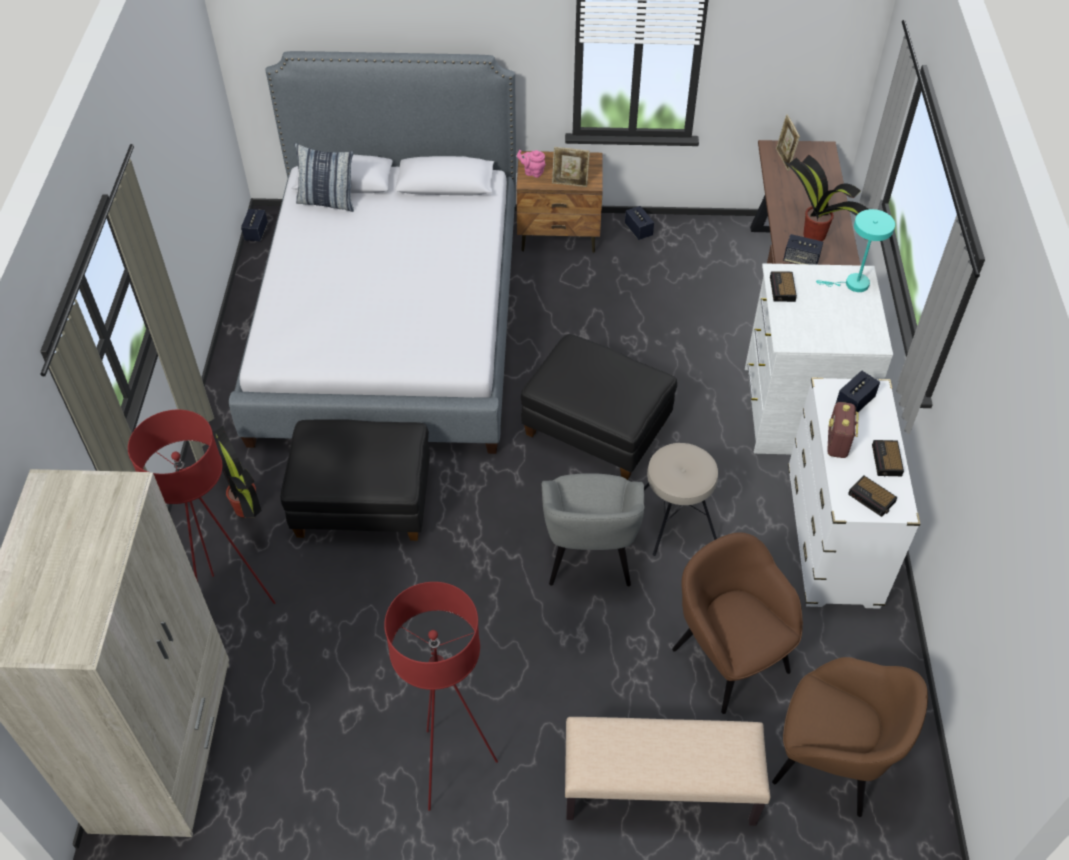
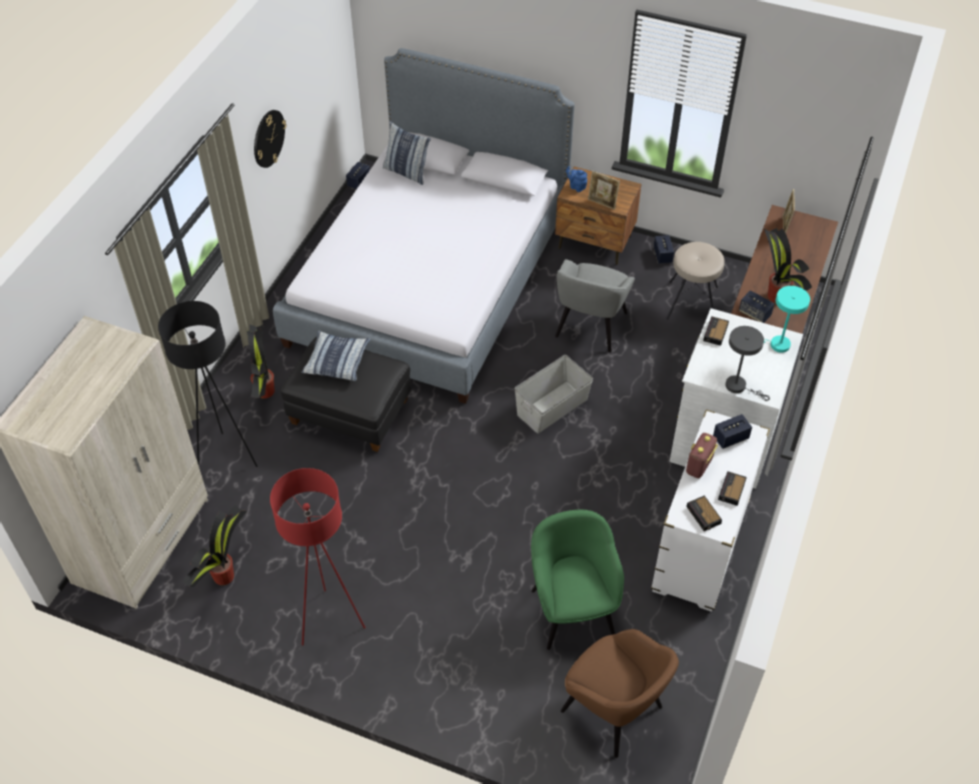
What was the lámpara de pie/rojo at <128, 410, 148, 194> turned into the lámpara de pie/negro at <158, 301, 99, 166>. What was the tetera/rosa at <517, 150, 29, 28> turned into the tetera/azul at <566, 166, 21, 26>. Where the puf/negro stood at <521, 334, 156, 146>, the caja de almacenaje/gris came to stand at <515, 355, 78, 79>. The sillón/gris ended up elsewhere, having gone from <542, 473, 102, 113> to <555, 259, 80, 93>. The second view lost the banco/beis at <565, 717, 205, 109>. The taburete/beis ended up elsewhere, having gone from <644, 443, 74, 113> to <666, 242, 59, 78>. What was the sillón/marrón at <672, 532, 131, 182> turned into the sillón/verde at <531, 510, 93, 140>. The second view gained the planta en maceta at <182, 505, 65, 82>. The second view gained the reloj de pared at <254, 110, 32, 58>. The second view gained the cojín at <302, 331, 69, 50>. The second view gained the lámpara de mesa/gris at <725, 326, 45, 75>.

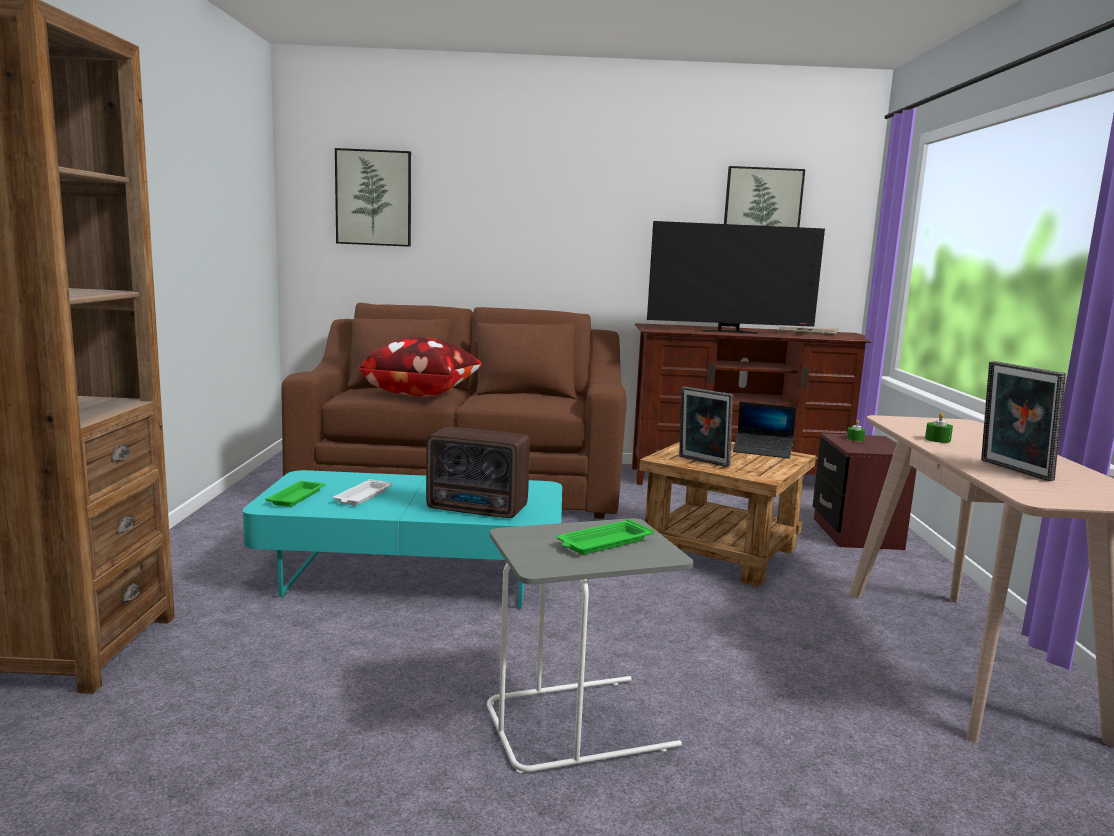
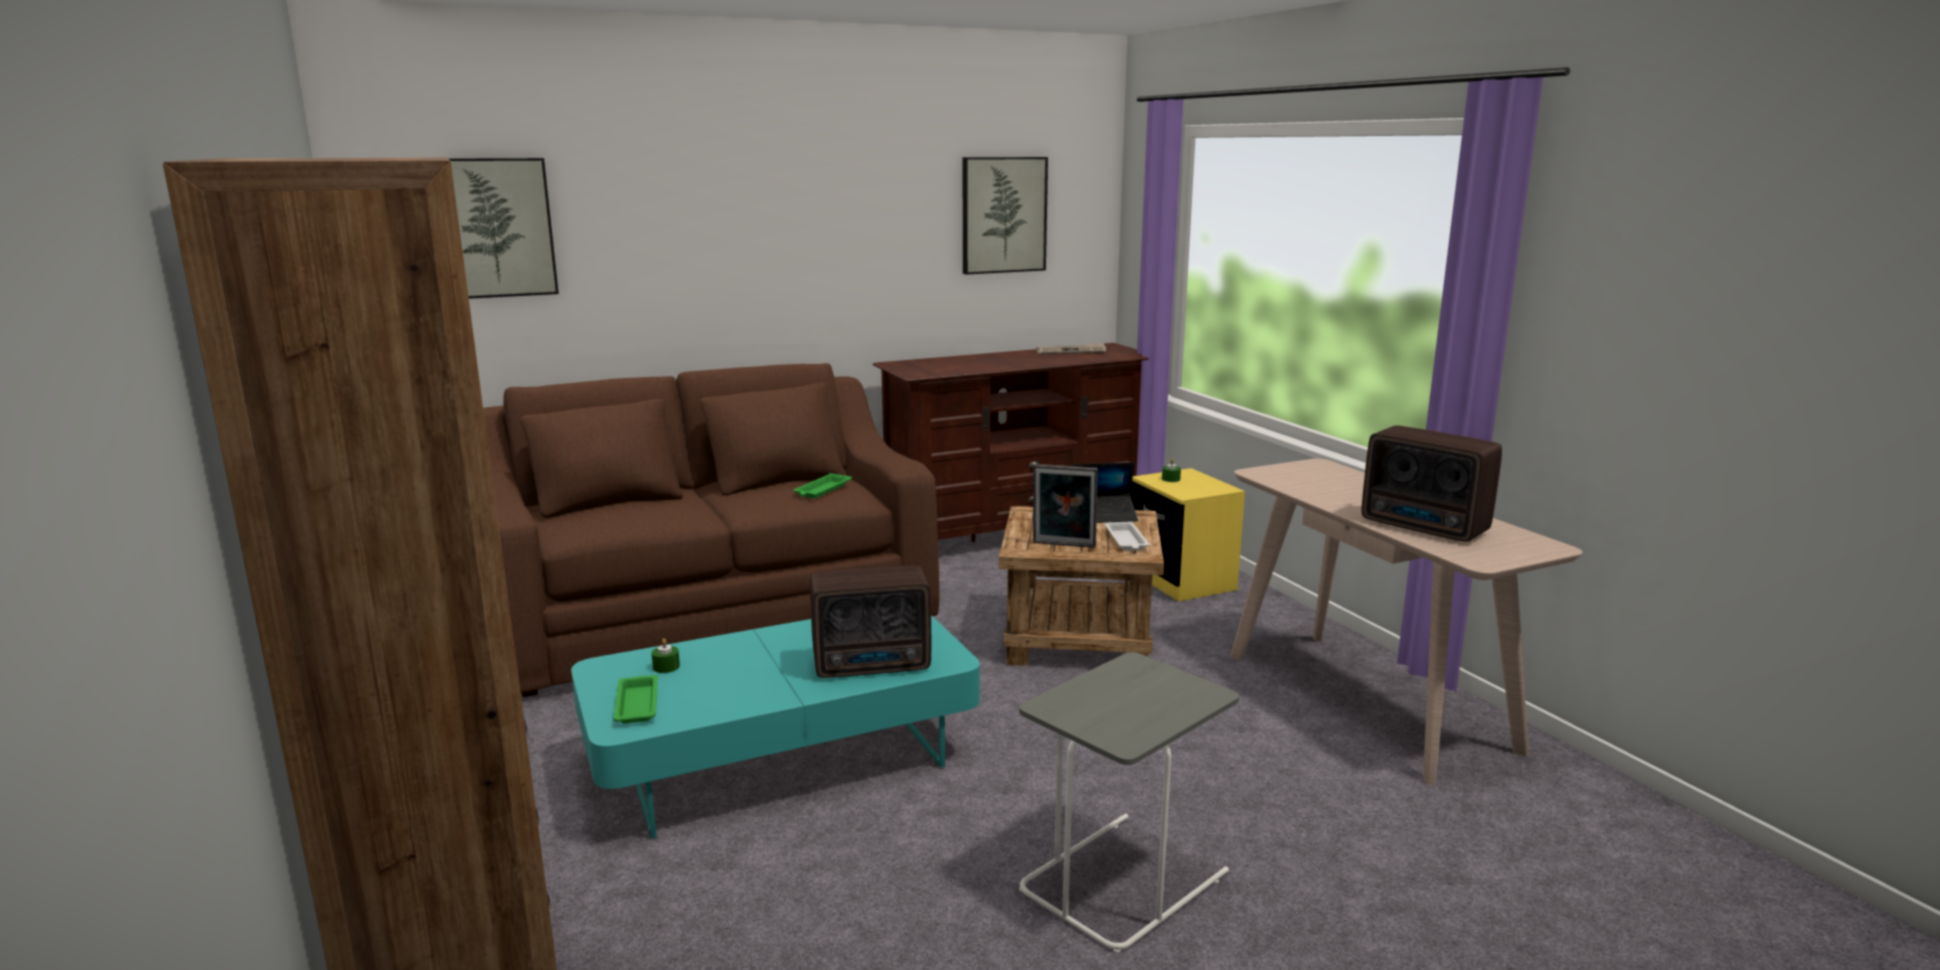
The bandeja/blanco ended up elsewhere, having gone from <333, 479, 59, 27> to <1105, 521, 45, 30>. The second view lost the cojín at <357, 337, 125, 60>. The bandeja/verde ended up elsewhere, having gone from <557, 519, 97, 36> to <793, 473, 59, 25>. The second view lost the televisor at <647, 221, 178, 113>. What was the mesita de noche/marrón at <813, 433, 104, 117> turned into the mesita de noche/amarillo at <1130, 468, 115, 133>. The vela/verde ended up elsewhere, having gone from <925, 412, 28, 31> to <651, 638, 29, 35>. Where the portarretratos stood at <981, 361, 85, 120>, the radio came to stand at <1362, 425, 140, 117>.

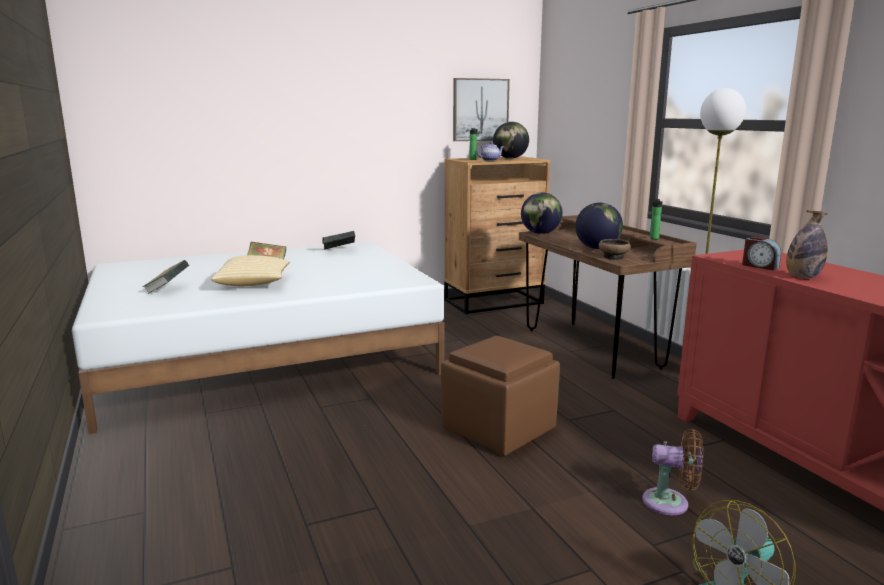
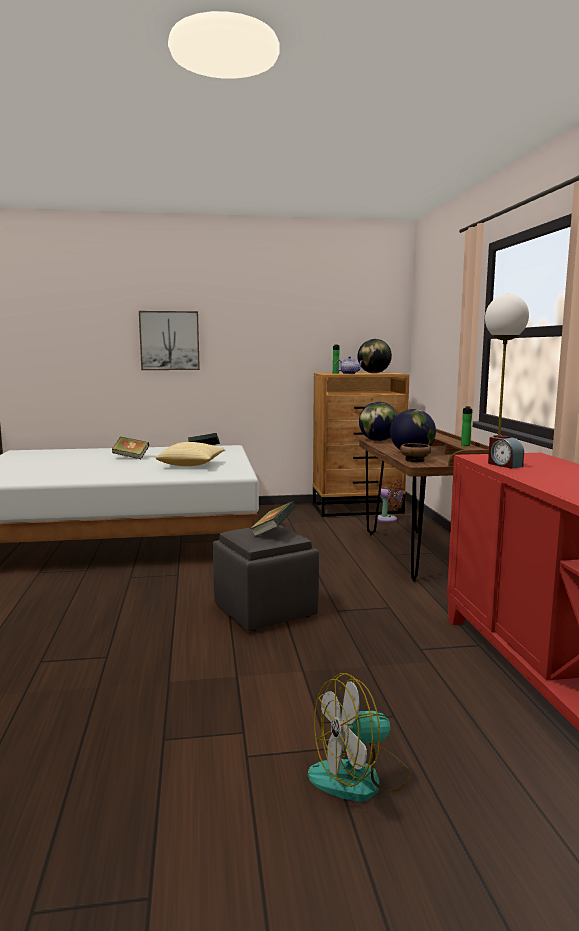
The libro ended up elsewhere, having gone from <142, 260, 47, 34> to <250, 502, 46, 35>. The cojín ended up elsewhere, having gone from <211, 255, 79, 31> to <156, 442, 69, 24>. What was the puf/marrón at <441, 336, 119, 120> turned into the puf/gris at <213, 525, 106, 106>. The cuadro ended up elsewhere, having gone from <453, 78, 57, 63> to <139, 311, 61, 59>. The ventilador/marrón ended up elsewhere, having gone from <642, 429, 61, 86> to <375, 481, 29, 41>. The second view lost the botella at <786, 210, 42, 68>.

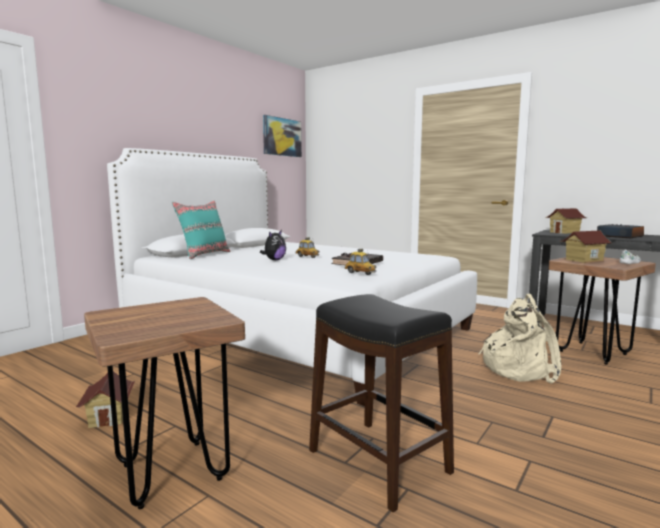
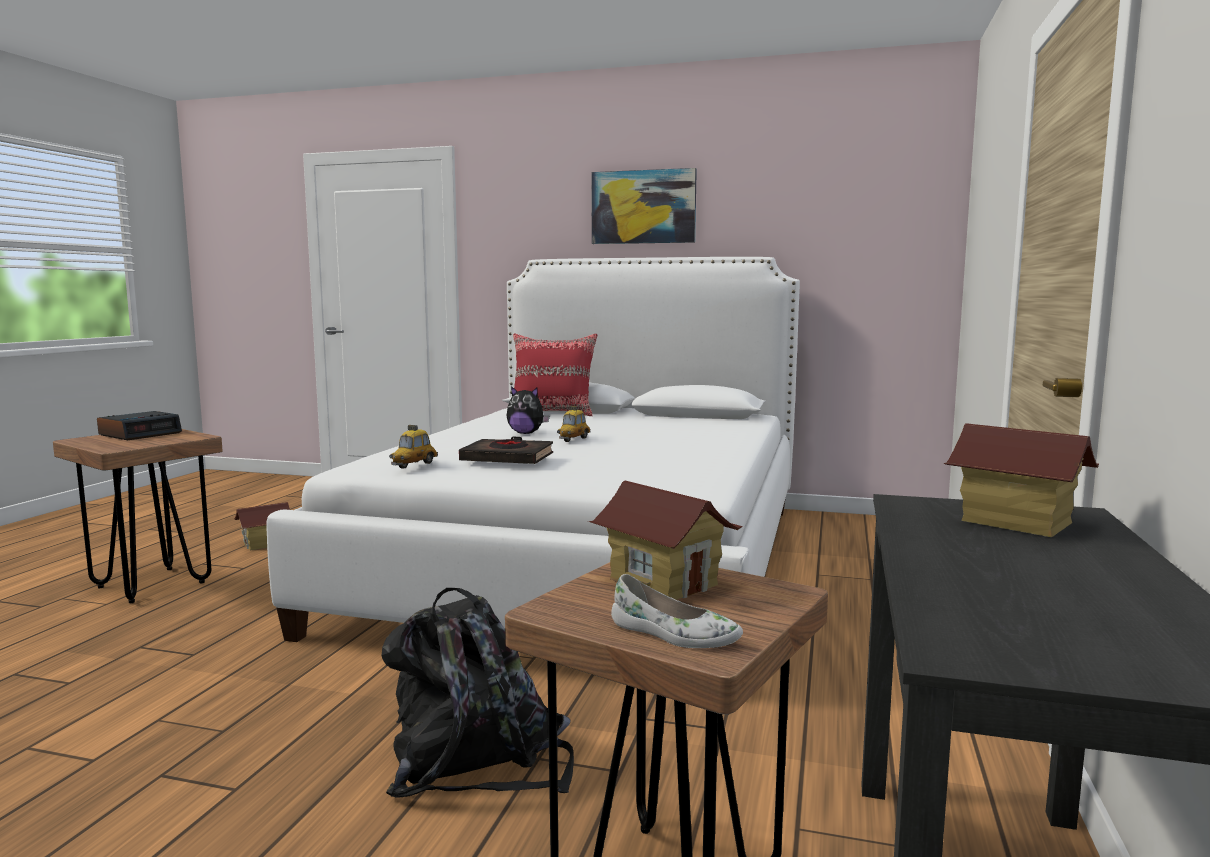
What was the cojín/turquesa at <172, 200, 59, 59> turned into the cojín/rojo at <513, 334, 84, 82>. The cuadro ended up elsewhere, having gone from <263, 115, 39, 42> to <592, 168, 105, 76>. The second view lost the taburete/negro at <309, 294, 145, 218>. What was the mochila/beis at <478, 294, 84, 90> turned into the mochila/negro at <382, 588, 192, 210>. The despertador ended up elsewhere, having gone from <597, 224, 47, 14> to <97, 411, 85, 29>.

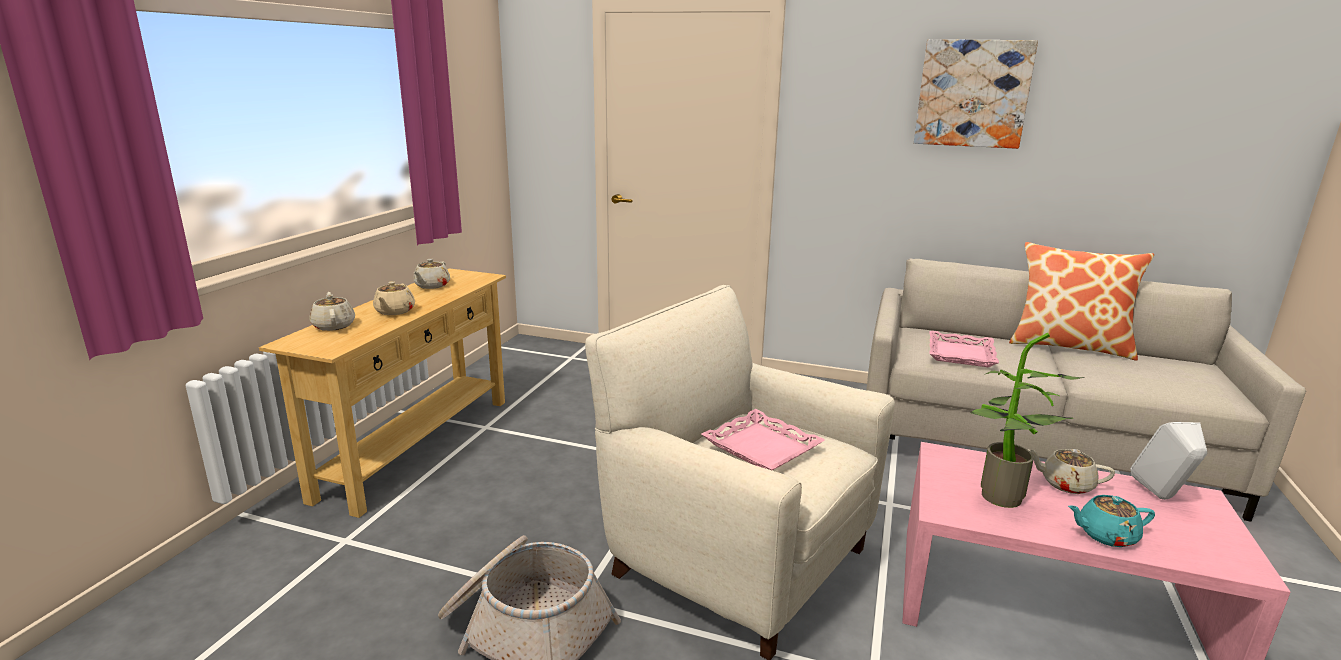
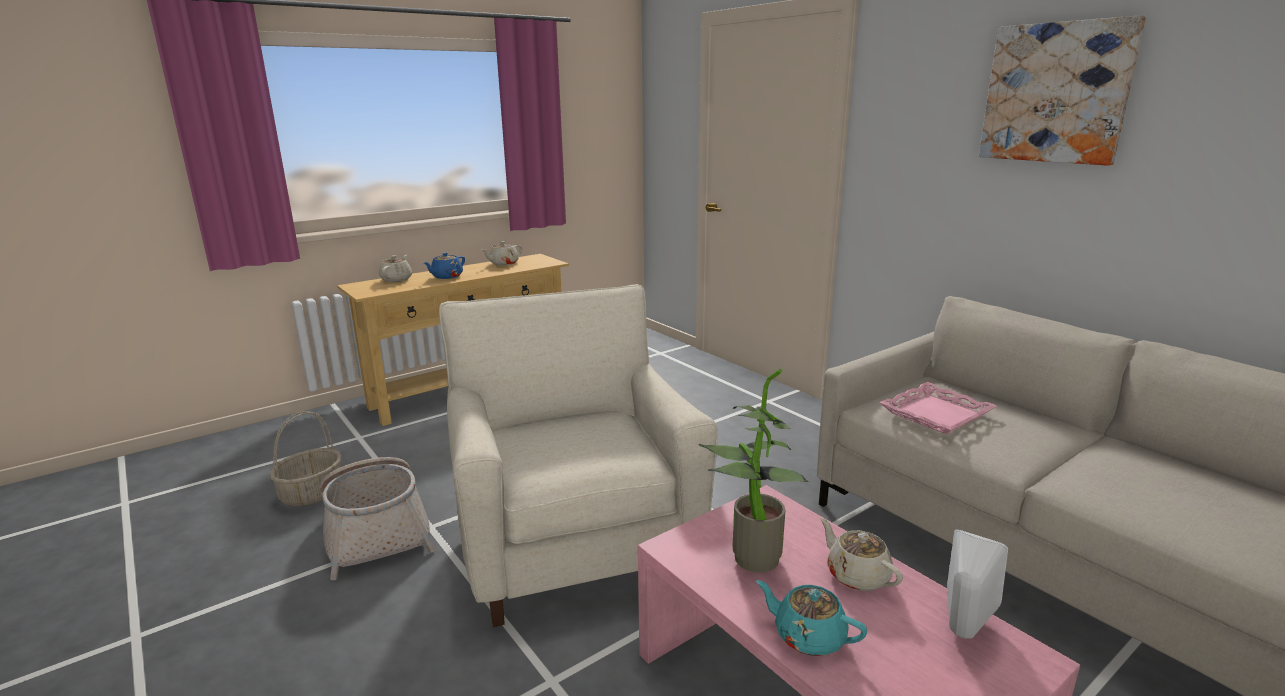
What was the tetera/beis at <373, 281, 42, 34> turned into the tetera/azul at <424, 252, 41, 27>. The second view lost the bandeja/rosa at <701, 409, 124, 62>. The second view lost the cojín at <1009, 242, 145, 119>. The second view gained the cesta at <270, 411, 72, 95>.

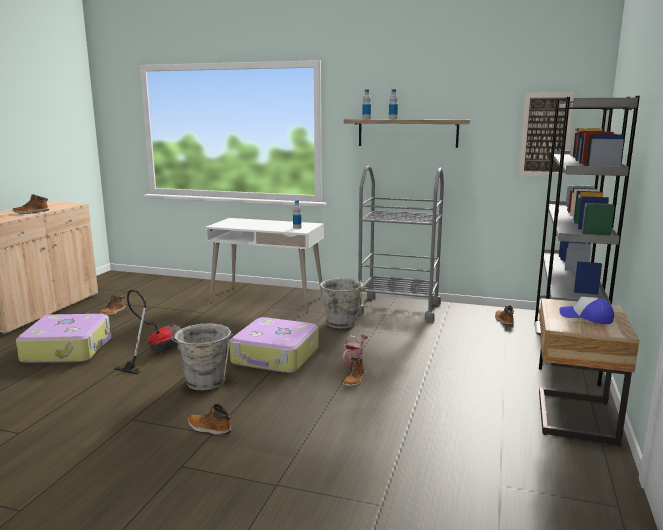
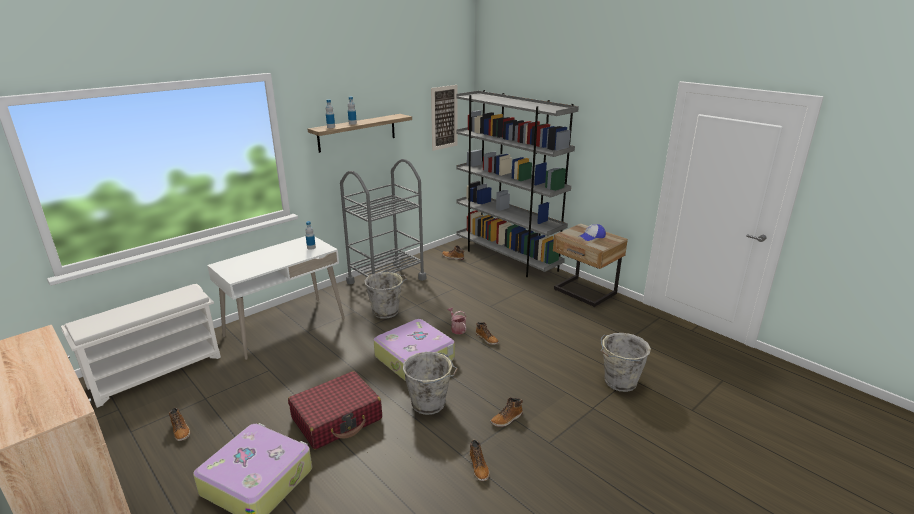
The bota ended up elsewhere, having gone from <12, 194, 37, 20> to <470, 440, 19, 41>. Where the aspiradora stood at <114, 290, 66, 85>, the maleta/rojo came to stand at <288, 371, 94, 78>. The second view gained the zapatero/blanco at <61, 284, 160, 124>. The second view gained the cubo/gris at <601, 333, 50, 59>.

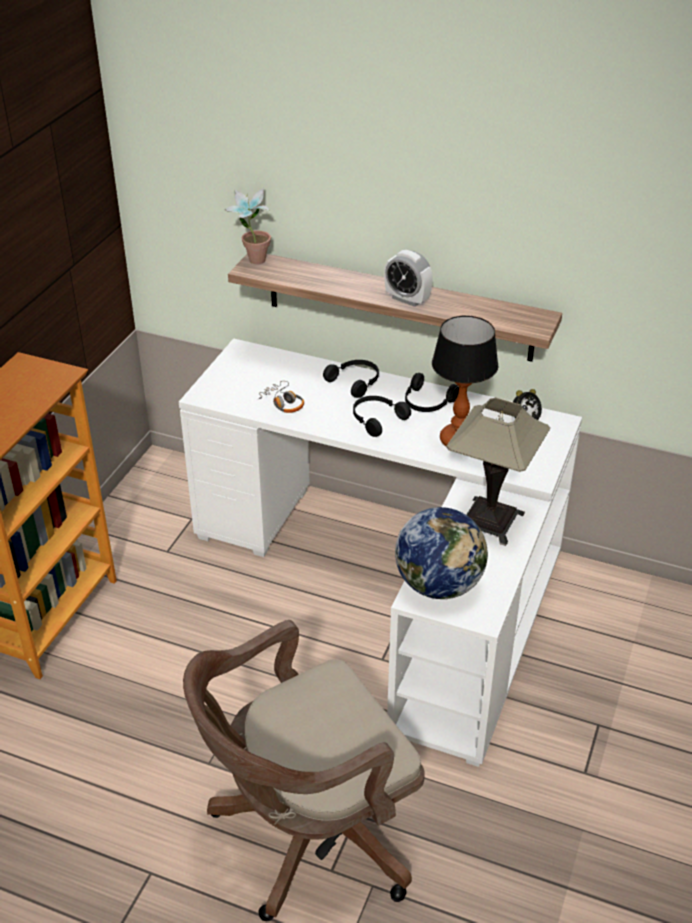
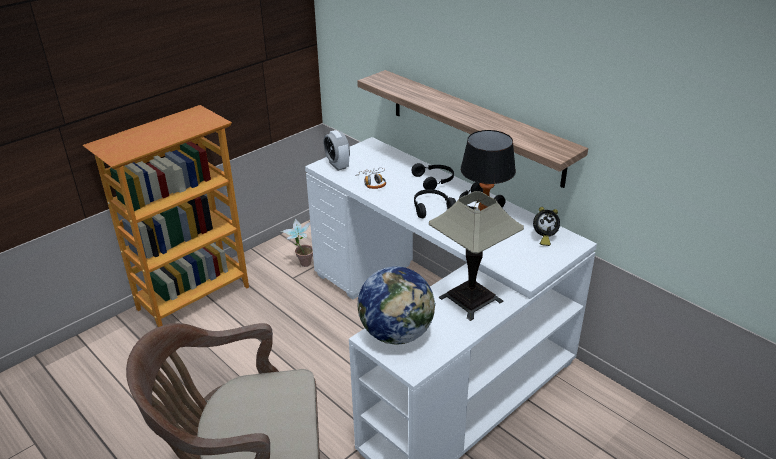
The planta en maceta ended up elsewhere, having gone from <225, 187, 46, 78> to <281, 219, 32, 48>. The despertador ended up elsewhere, having gone from <384, 250, 49, 57> to <324, 130, 26, 41>.

